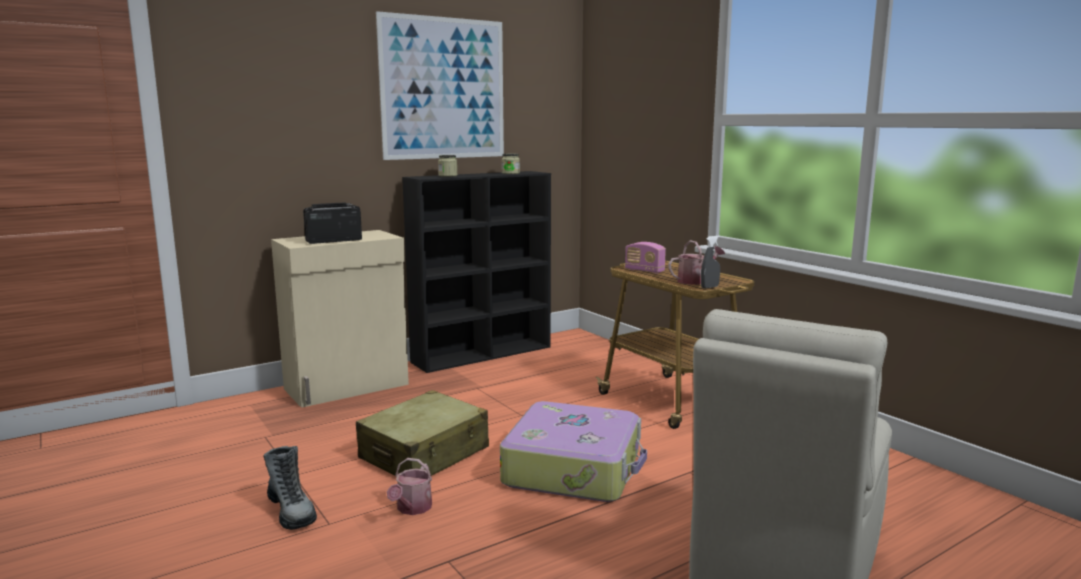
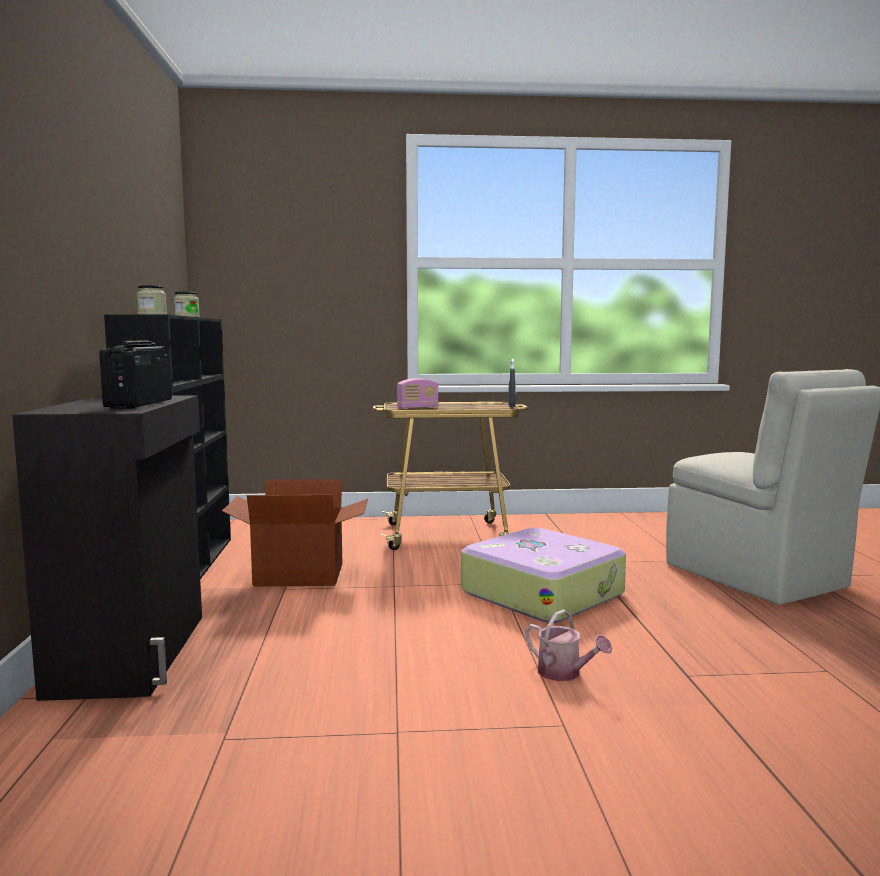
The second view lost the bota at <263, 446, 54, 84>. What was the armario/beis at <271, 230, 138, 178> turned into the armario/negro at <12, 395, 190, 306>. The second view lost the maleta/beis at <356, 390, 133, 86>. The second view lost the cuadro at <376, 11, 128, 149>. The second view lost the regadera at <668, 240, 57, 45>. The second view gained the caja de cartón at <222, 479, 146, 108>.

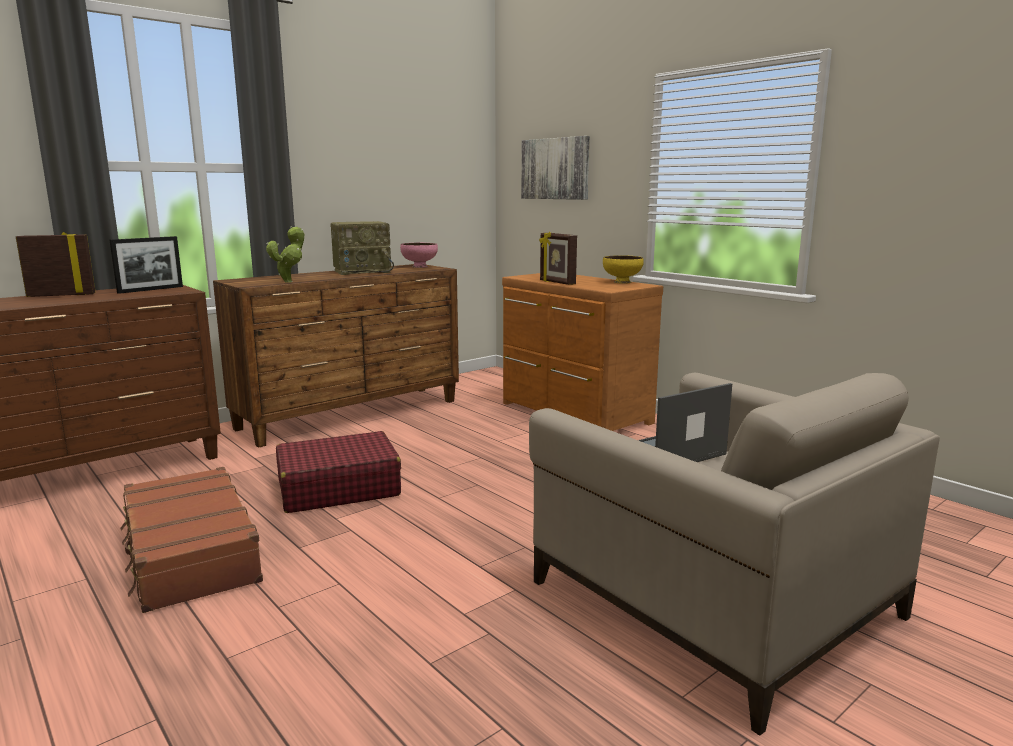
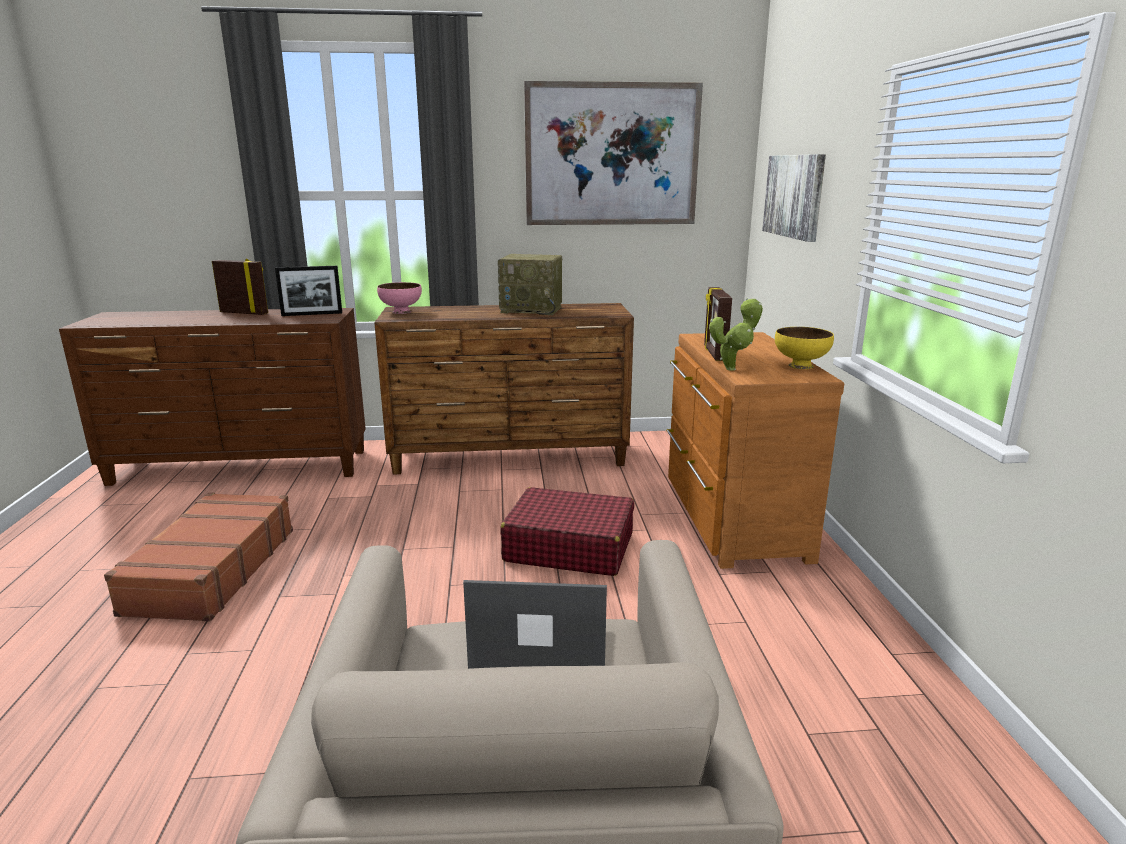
The planta en maceta ended up elsewhere, having gone from <266, 226, 38, 57> to <709, 297, 54, 74>. The maleta/rojo ended up elsewhere, having gone from <276, 431, 125, 82> to <500, 487, 134, 89>. The cuenco/rosa ended up elsewhere, having gone from <400, 243, 38, 25> to <377, 282, 45, 32>. The second view gained the cuadro at <524, 81, 179, 144>.

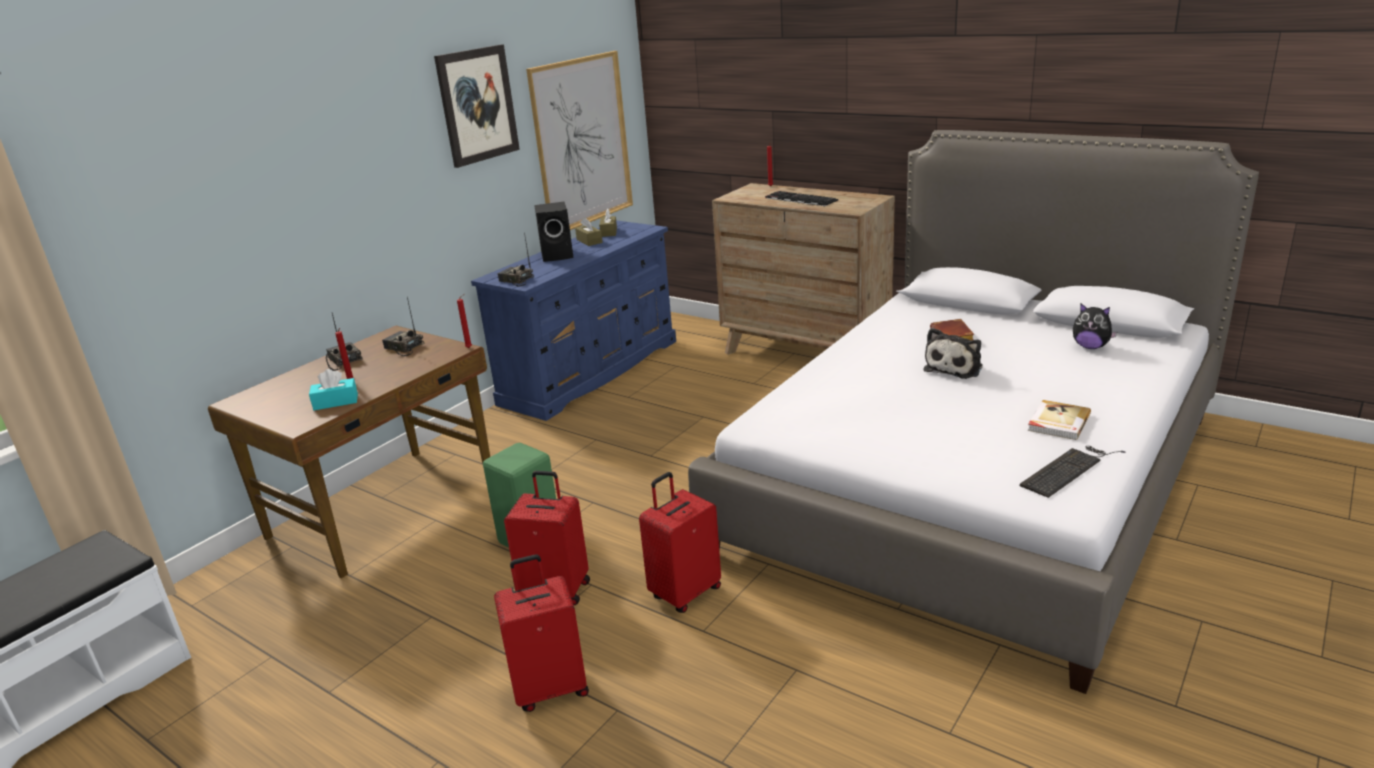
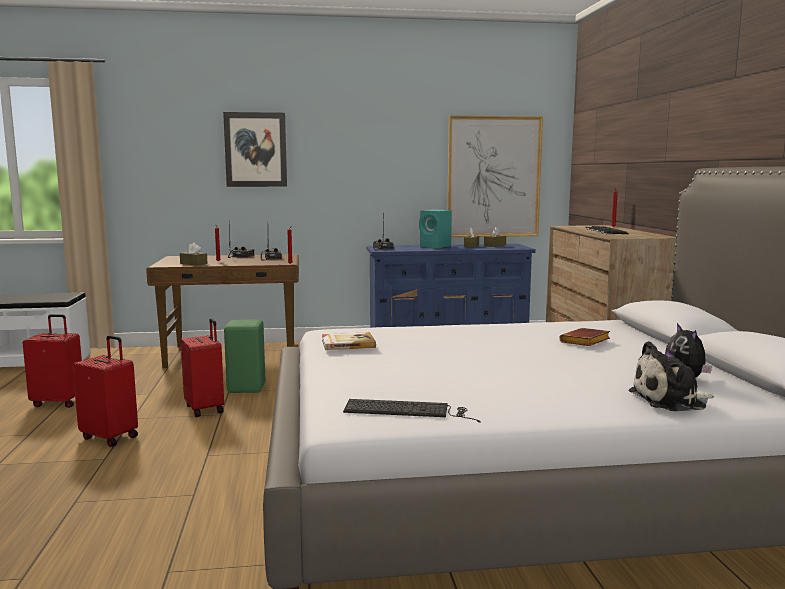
What was the caja de pañuelos/turquesa at <309, 369, 49, 41> turned into the caja de pañuelos/marrón at <180, 242, 28, 24>. The cuadro ended up elsewhere, having gone from <434, 44, 86, 124> to <223, 112, 64, 75>. What was the altavoz/negro at <534, 202, 40, 60> turned into the altavoz/turquesa at <419, 209, 33, 39>. The maleta/rojo ended up elsewhere, having gone from <639, 472, 82, 141> to <23, 314, 59, 94>. The peluche ended up elsewhere, having gone from <924, 328, 59, 51> to <628, 341, 86, 70>. The libro ended up elsewhere, having gone from <1028, 400, 63, 40> to <322, 332, 54, 18>.

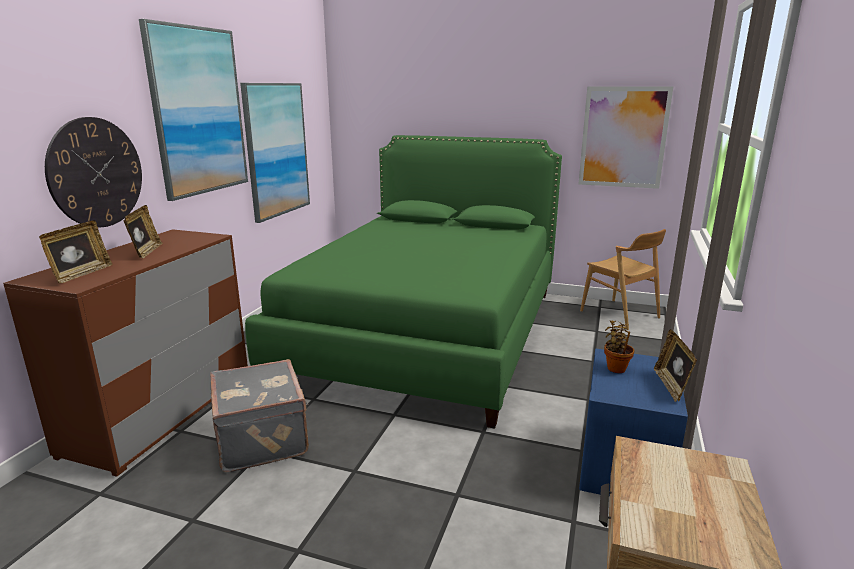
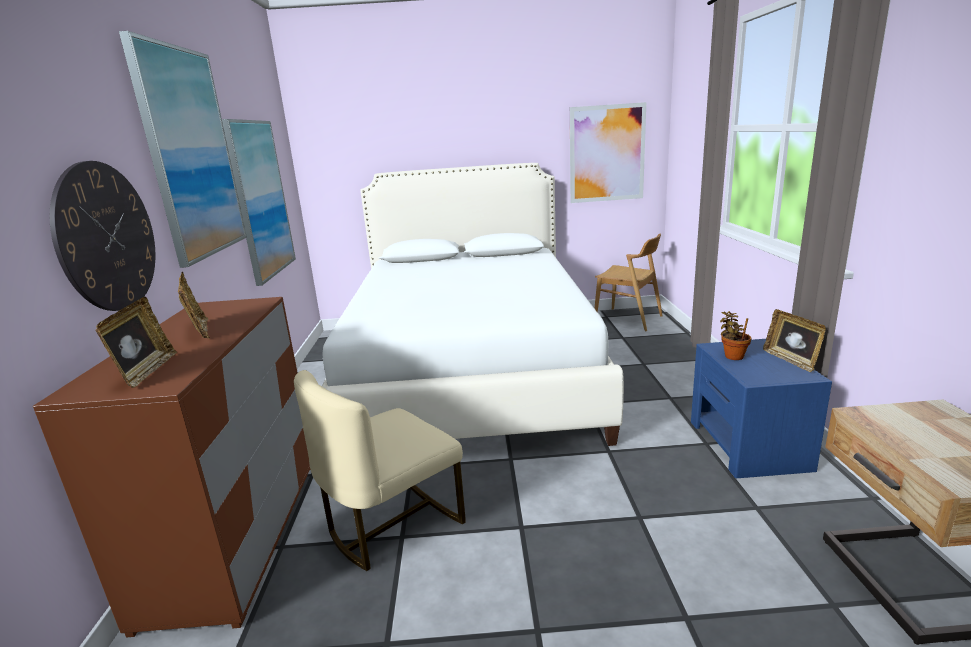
Where the maleta/gris stood at <210, 359, 99, 113>, the silla/beis came to stand at <294, 370, 172, 201>. What was the cama/verde at <245, 135, 317, 294> turned into the cama/blanco at <322, 163, 302, 283>.

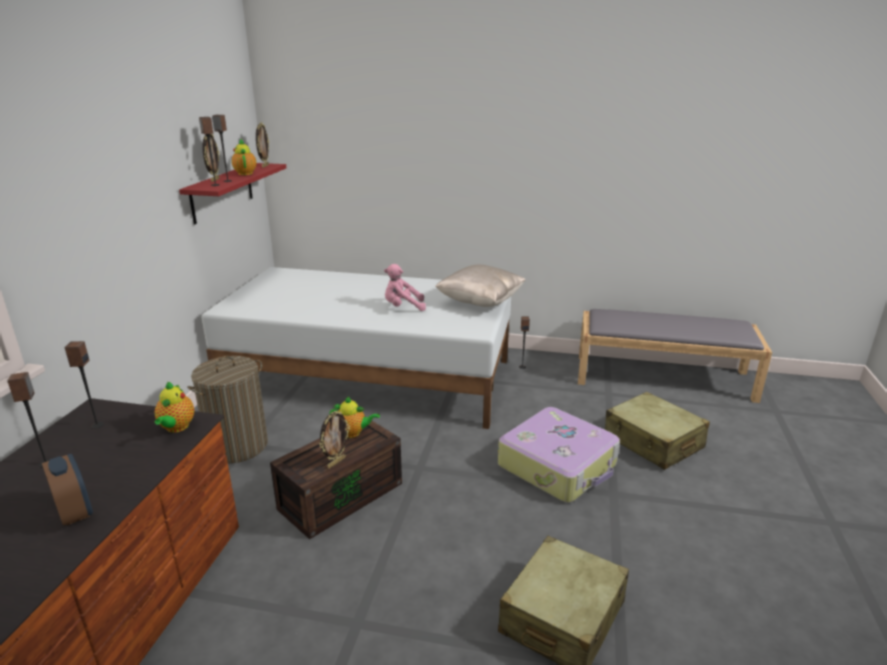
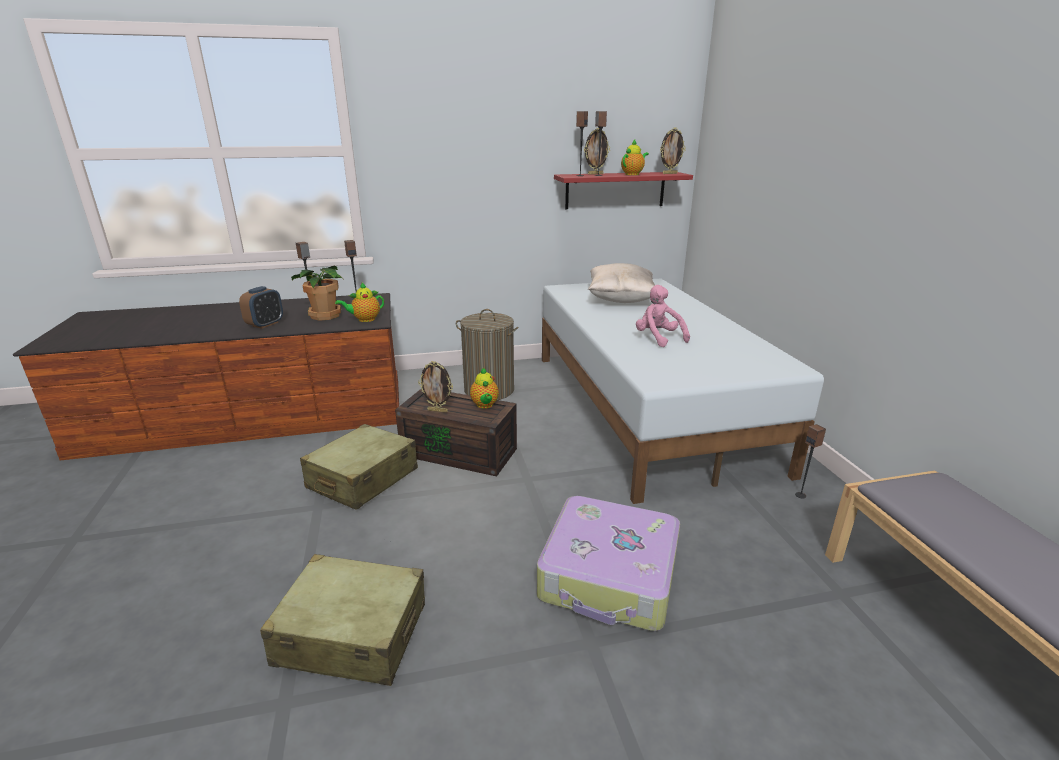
The cojín/beis ended up elsewhere, having gone from <435, 265, 91, 42> to <588, 263, 67, 40>. The maleta/beis ended up elsewhere, having gone from <605, 392, 105, 78> to <300, 424, 118, 86>. The second view gained the planta en maceta at <291, 265, 52, 56>.

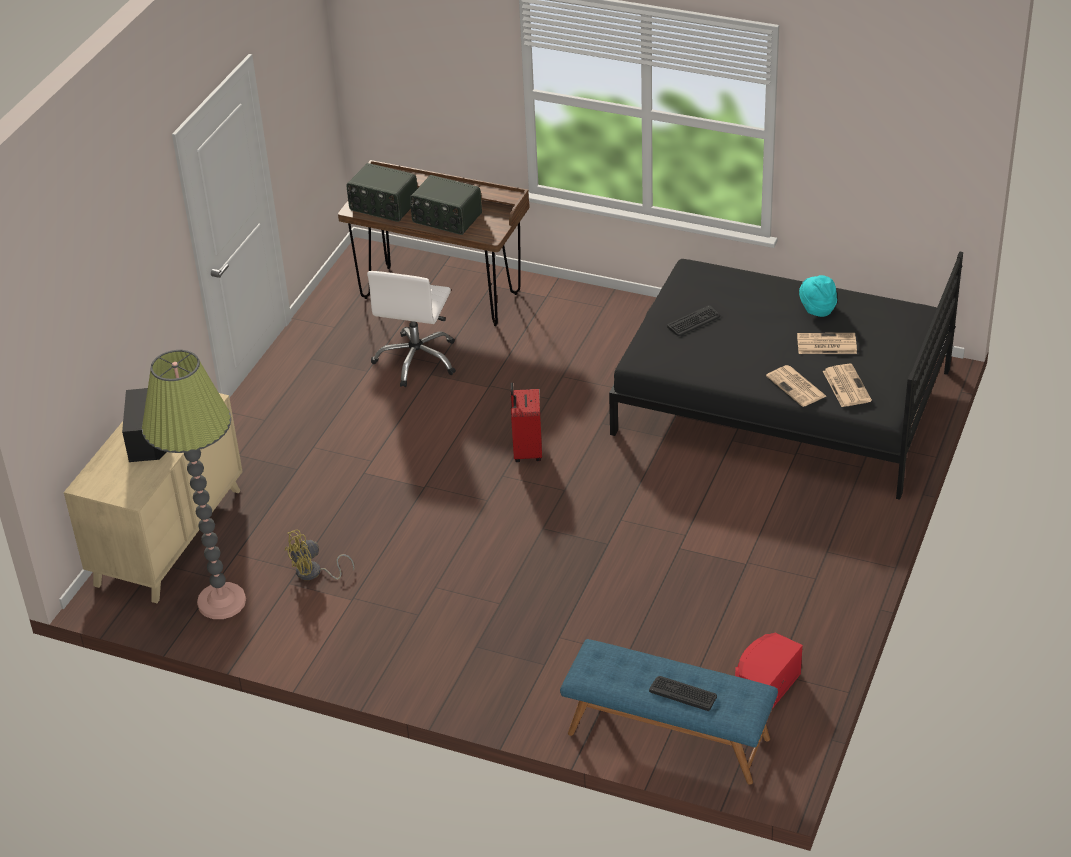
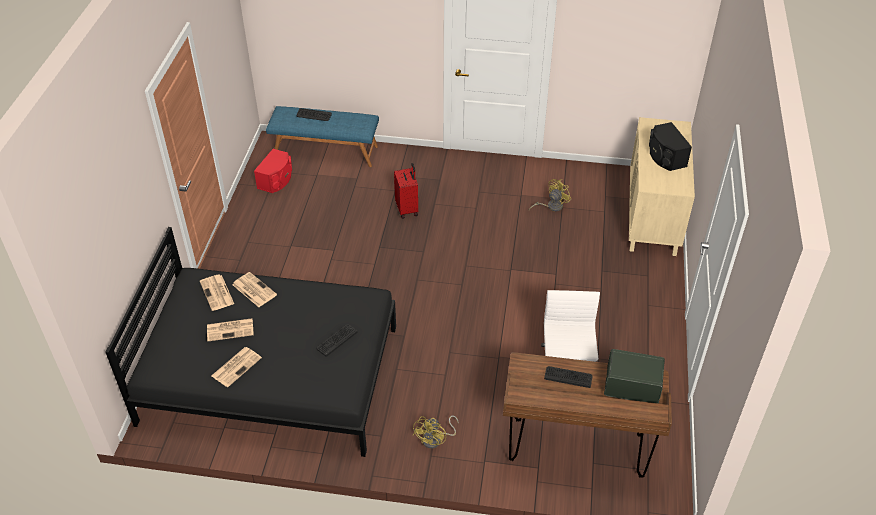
The second view lost the lámpara de pie at <142, 350, 104, 269>. Where the radio stood at <410, 175, 72, 60>, the teclado came to stand at <544, 366, 48, 22>. The maleta/rojo ended up elsewhere, having gone from <510, 382, 32, 80> to <394, 163, 24, 56>. Where the sombrero/turquesa stood at <799, 275, 38, 42>, the periódico came to stand at <211, 347, 51, 40>. The second view gained the ventilador/amarillo at <413, 415, 45, 34>.

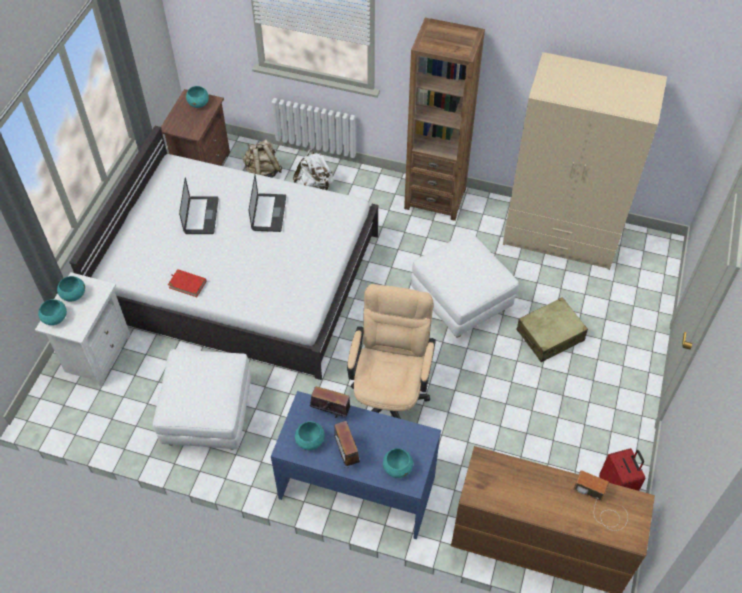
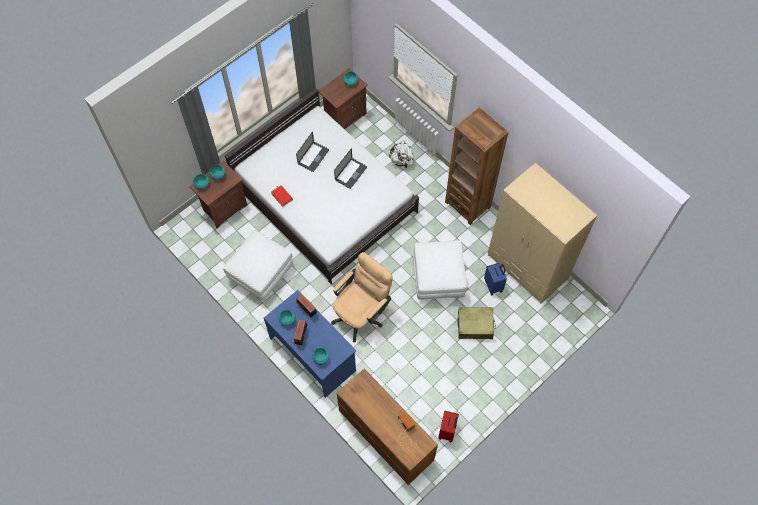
What was the mesita de noche/blanco at <35, 272, 95, 115> turned into the mesita de noche/marrón at <189, 161, 58, 67>. The second view lost the mochila/beis at <243, 139, 39, 39>. The second view gained the maleta/azul at <484, 263, 23, 32>.

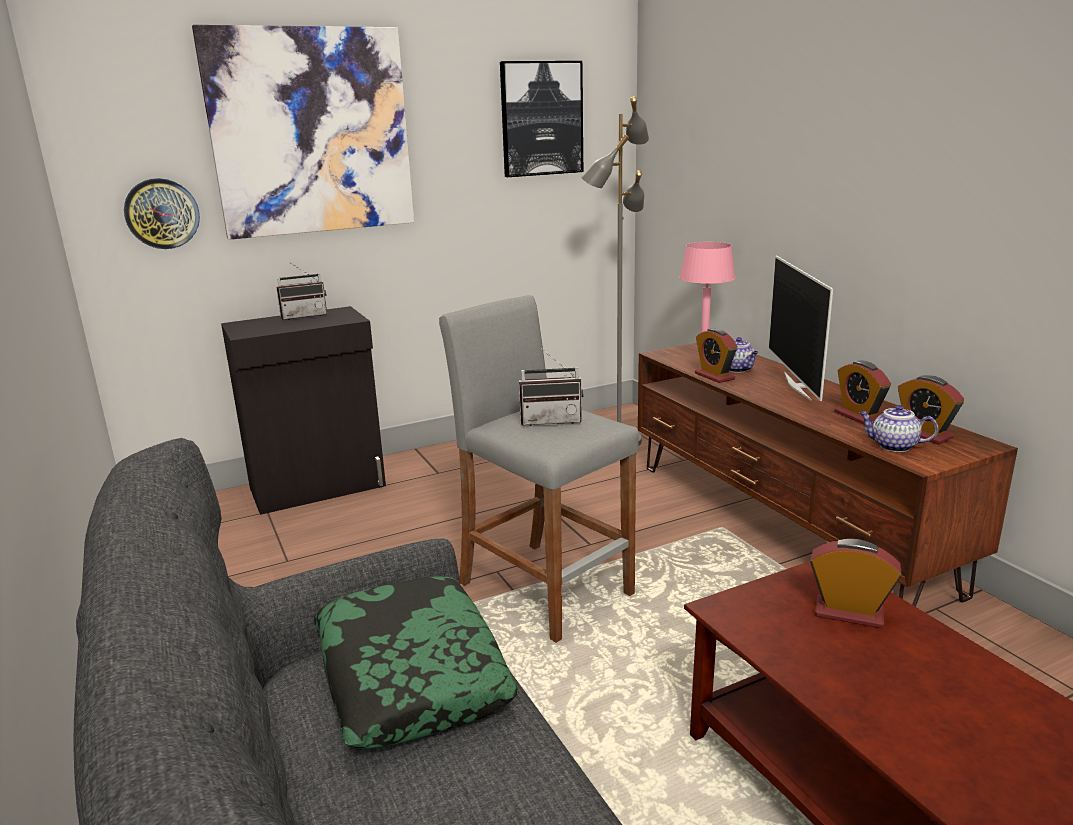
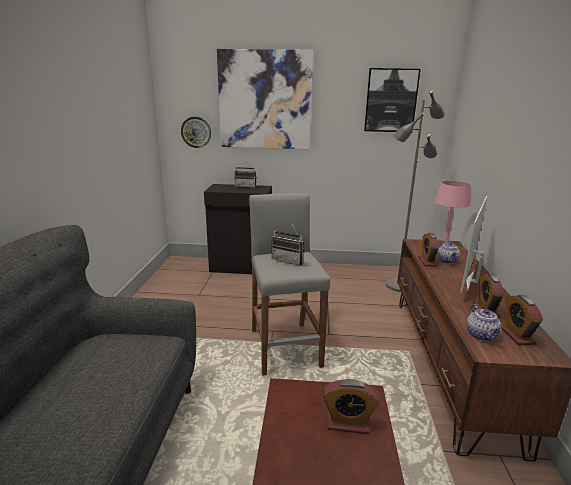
The second view lost the cojín at <313, 577, 206, 172>. The despertador at <810, 539, 92, 89> ended up facing another way, 135 degrees clockwise from before. The tetera at <859, 405, 79, 47> ended up facing another way, 150 degrees counterclockwise from before.

